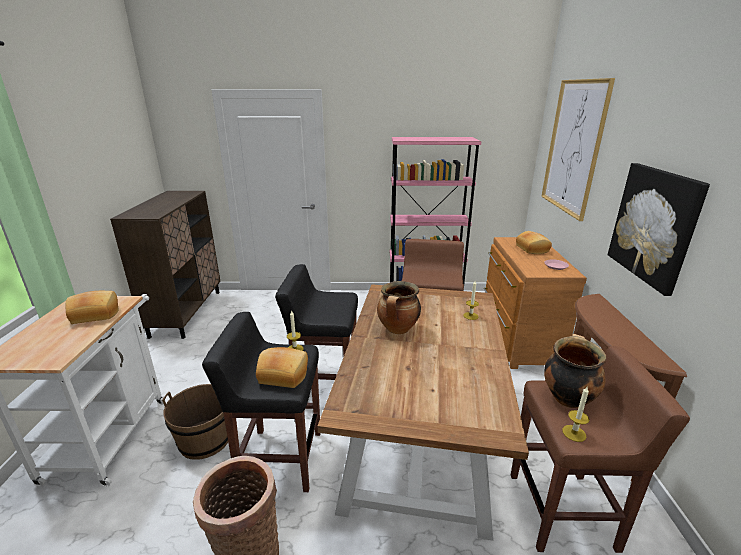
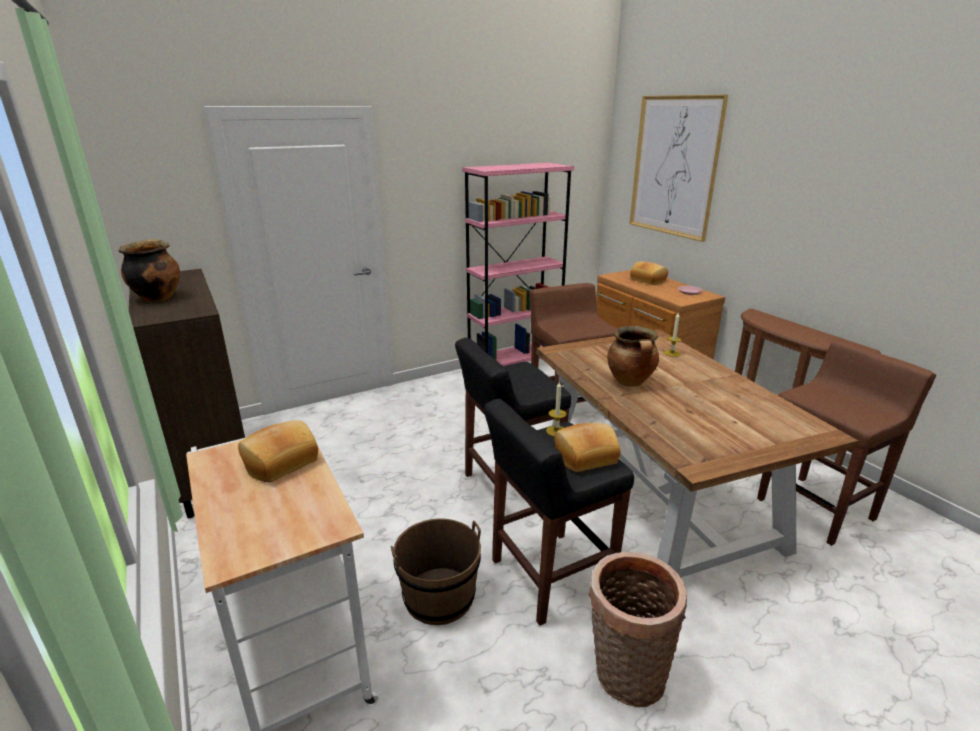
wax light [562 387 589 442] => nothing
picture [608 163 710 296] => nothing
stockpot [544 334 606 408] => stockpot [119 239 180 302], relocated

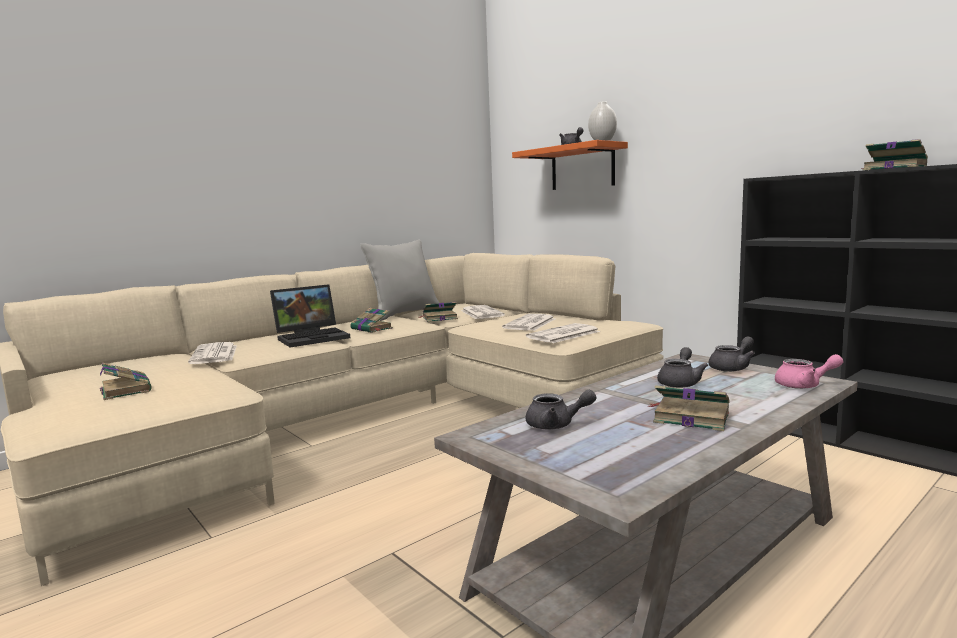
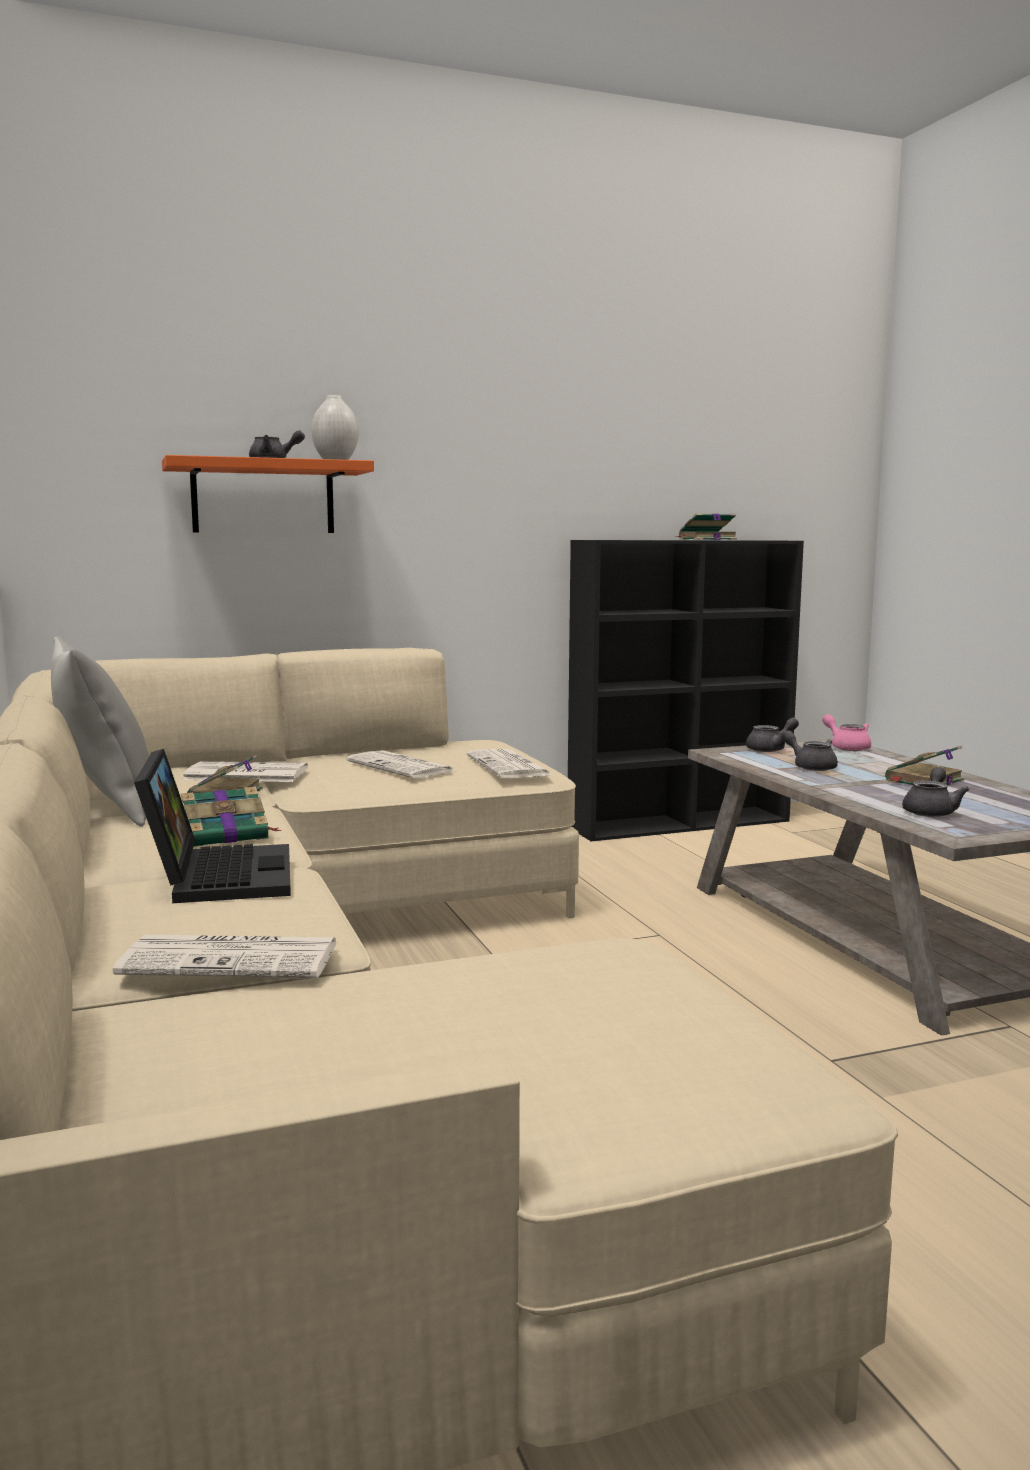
bound book [100 363 152 400] => nothing
greyish pot for tea [709 336 755 372] => greyish pot for tea [746 718 799 752], 75 degrees clockwise
pinkish pot for tea [775 354 843 389] => pinkish pot for tea [822 714 871 751], 60 degrees counterclockwise

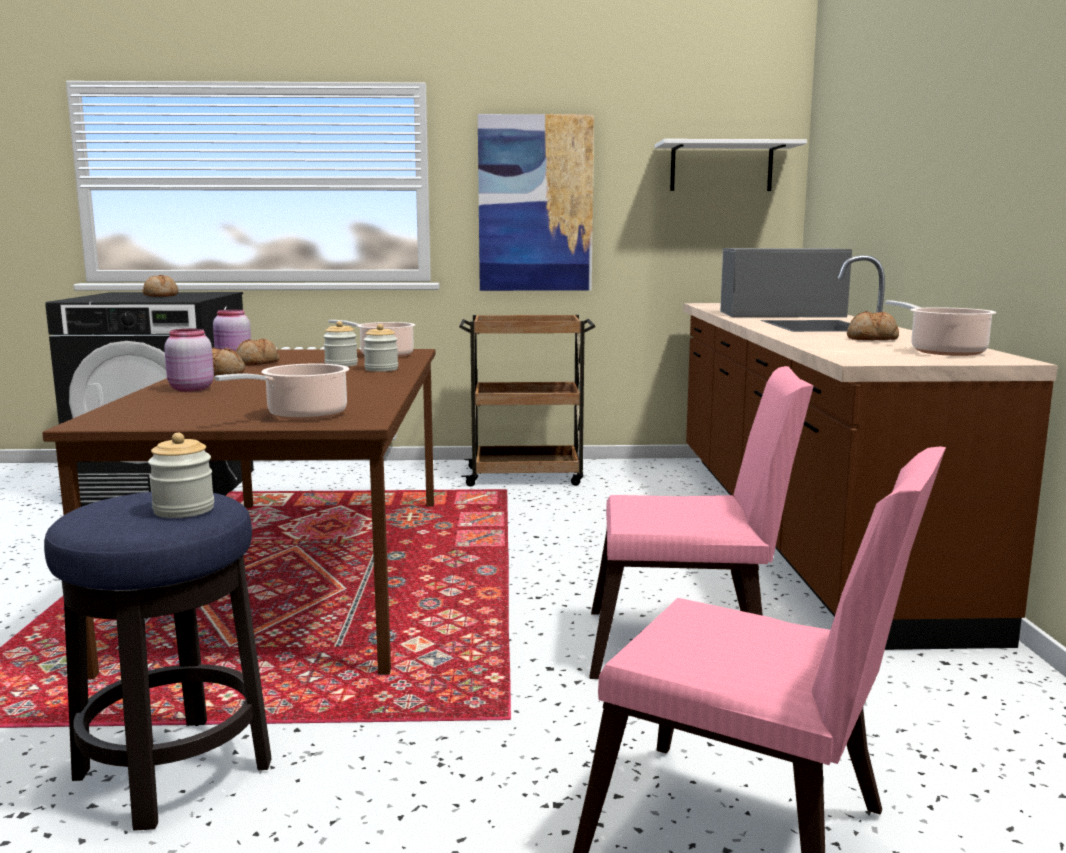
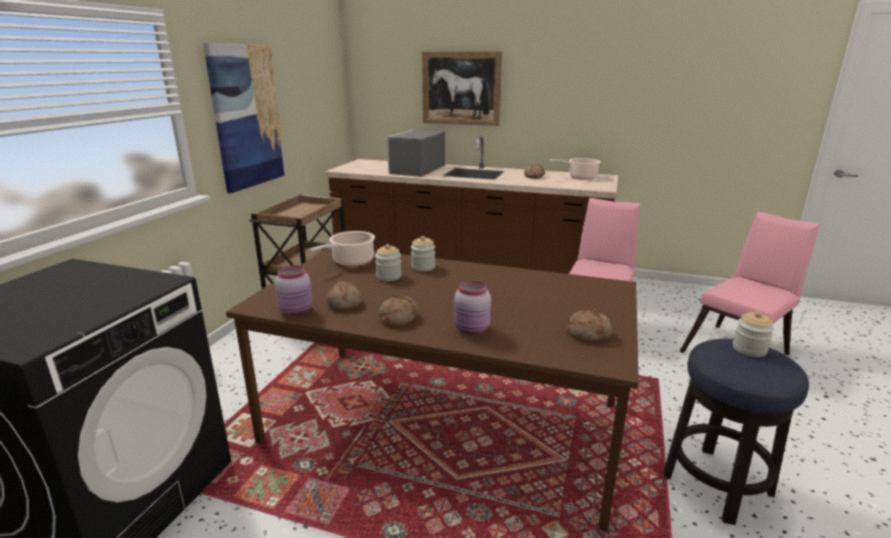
stockpot [214 363 349 420] => nothing
white wall shelf [655 139 807 191] => nothing
nothing => picture [422 51 502 126]
bakery bread [143 275 178 297] => bakery bread [567 309 612 342], relocated

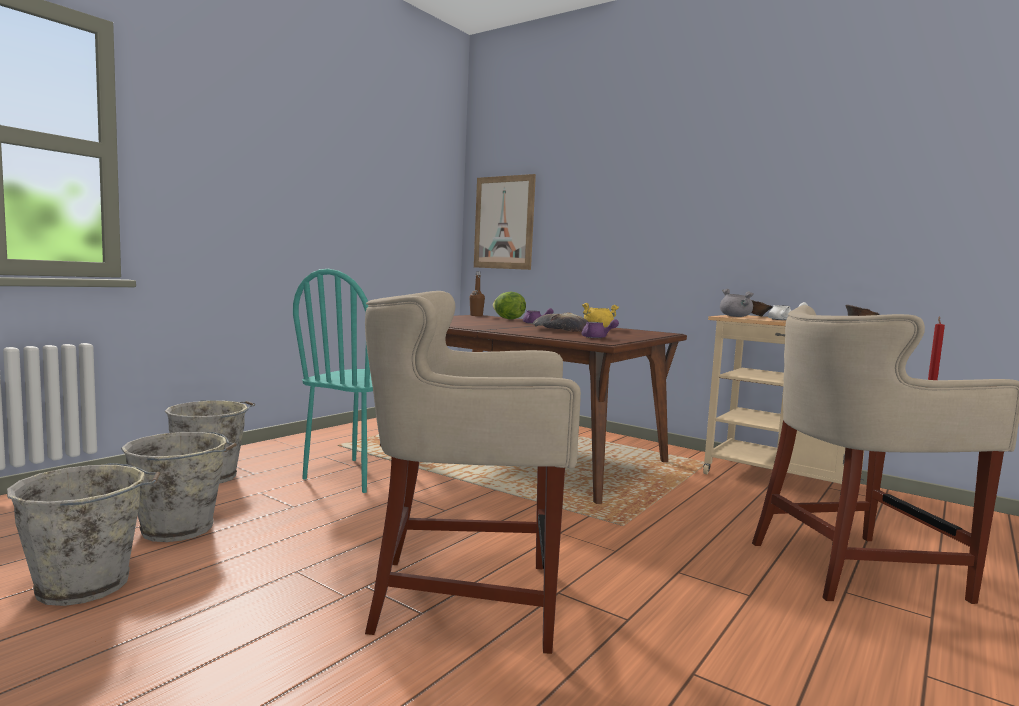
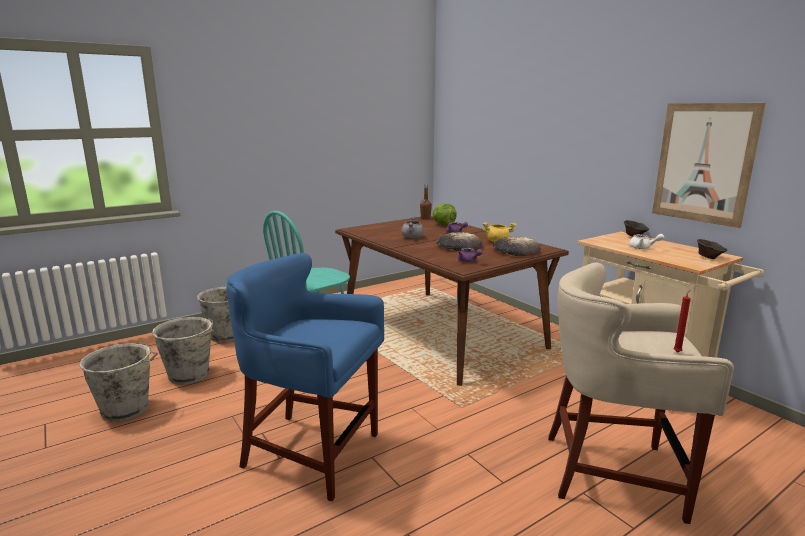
nothing => bakery bread [493 236 541 256]
picture [474 174 536 270] => picture [652 103 766 228], relocated
greyish stockpot [720 289 754 317] => greyish stockpot [401 216 424 238], relocated
beige-coloured stool [365 291 581 654] => blue-coloured stool [227 253 384 501]

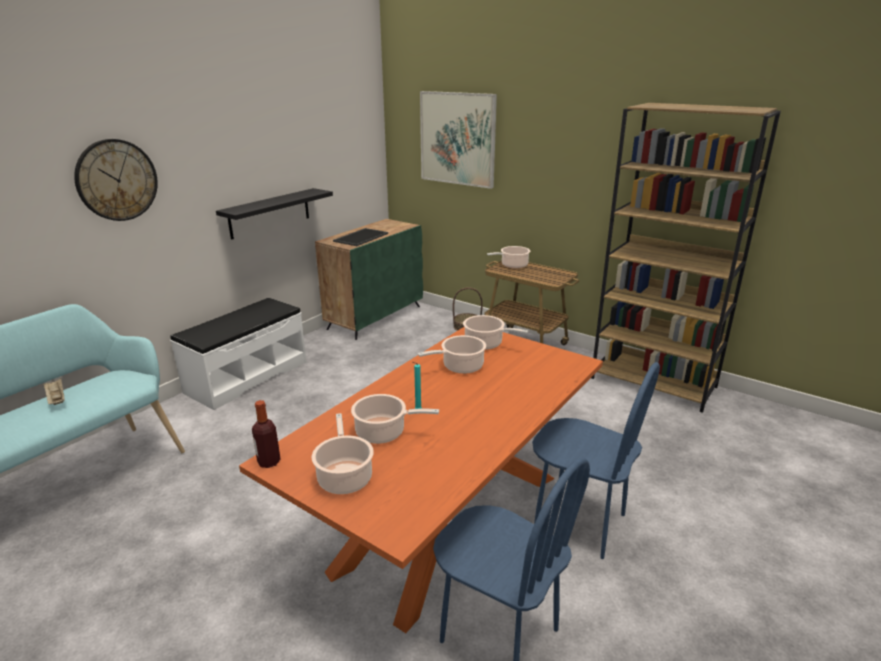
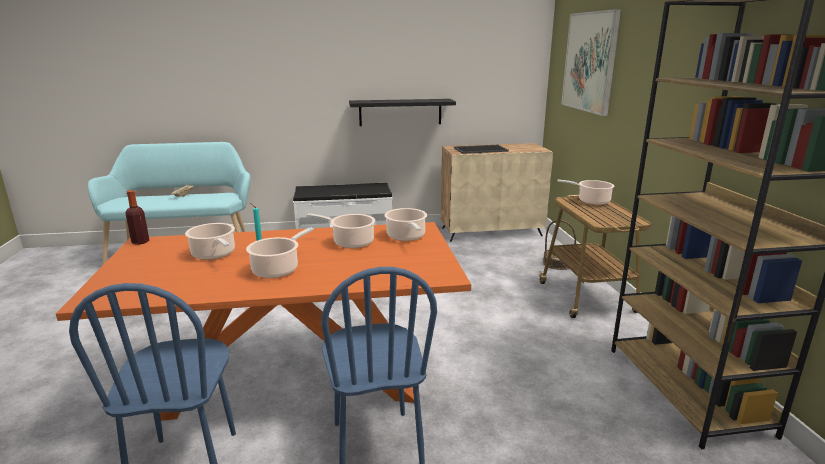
hanging clock [74 139 158 221] => nothing
stockpot [312 413 374 494] => stockpot [246 227 314 278], relocated
green-coloured cupboard [315 219 423 340] => beige-coloured cupboard [441 143 553 242]

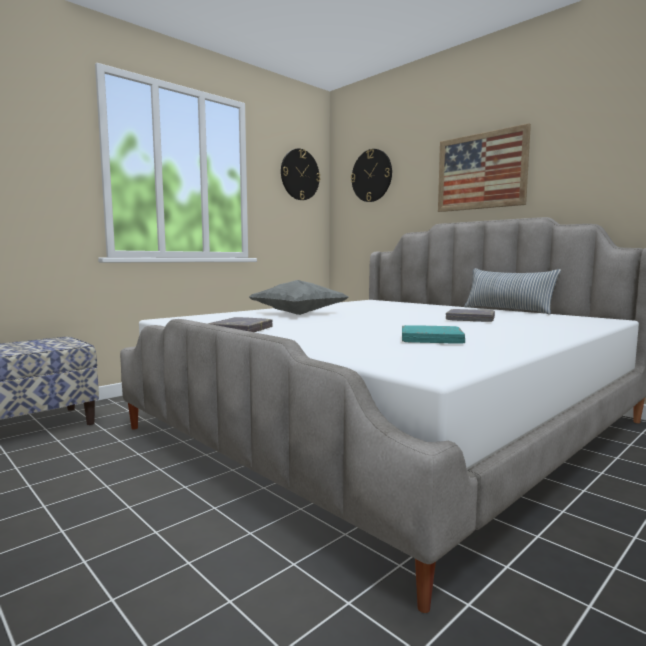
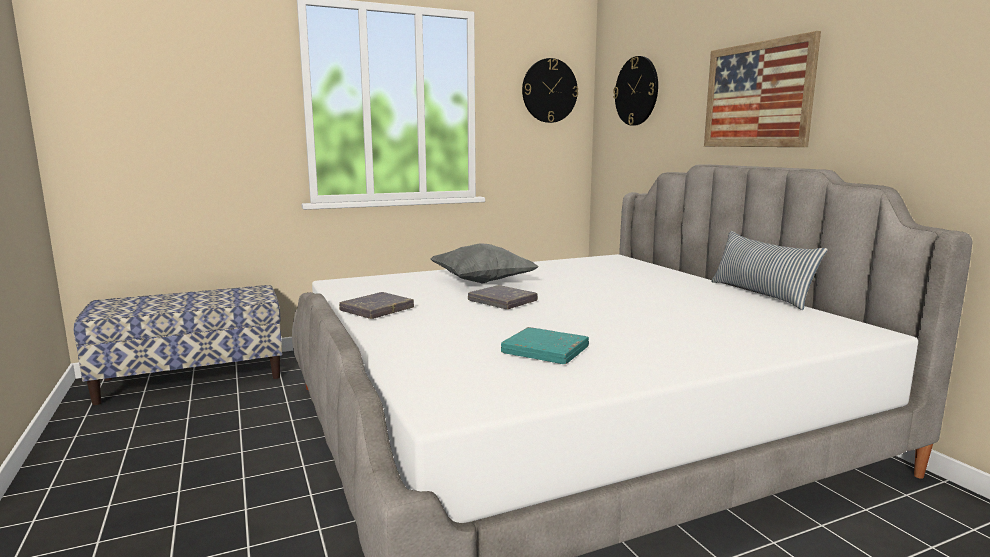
greyish bound book [446 309 495 322] => greyish bound book [468 285 538 309], relocated

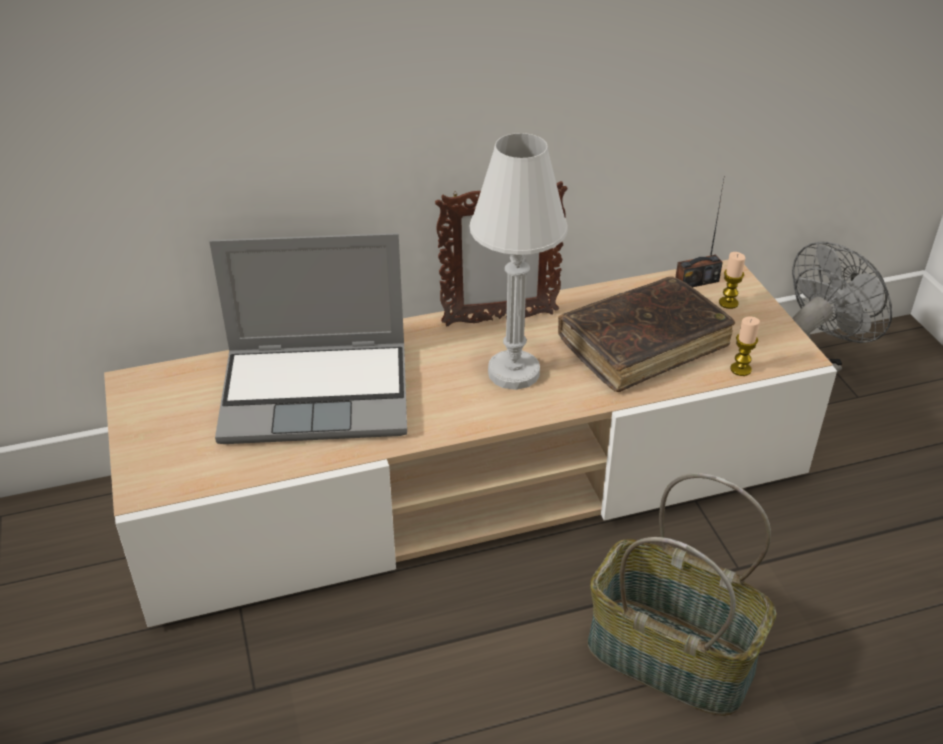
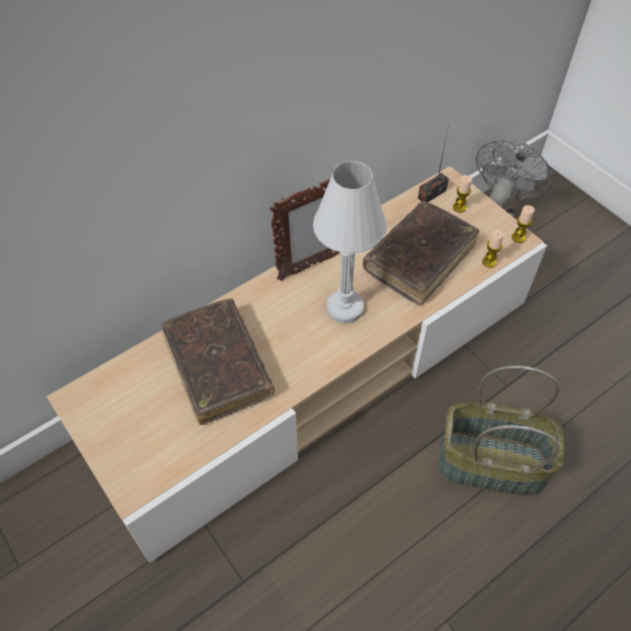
nothing => wax light [512 205 535 243]
laptop [209 233 407 444] => brown-coloured bound book [162 299 274 425]

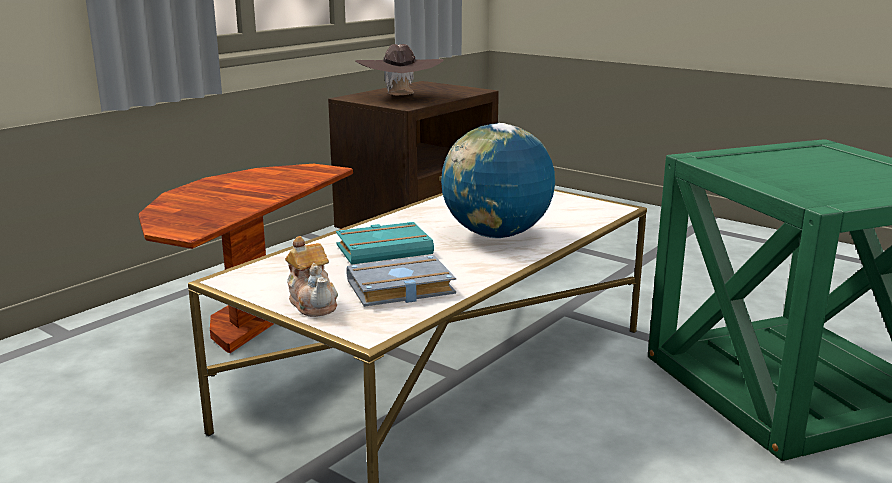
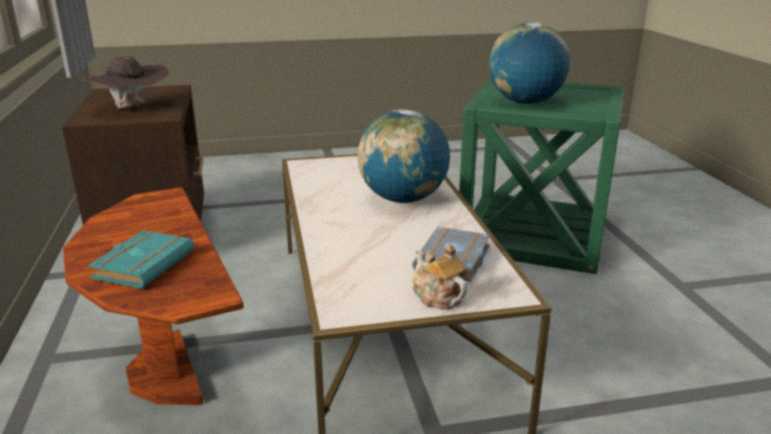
nothing => desk globe [489 22 570 104]
blue-green bound book [336 222 434 265] => blue-green bound book [88 230 195 289], relocated
pot for tea [285 236 338 317] => pot for tea [412 244 468 309], 135 degrees counterclockwise

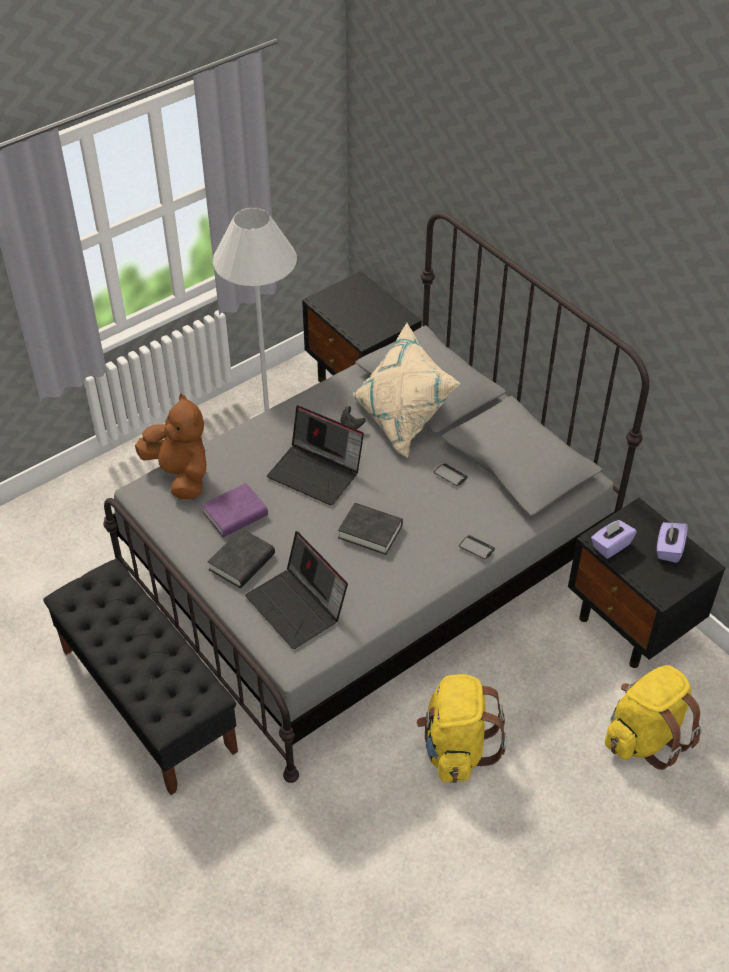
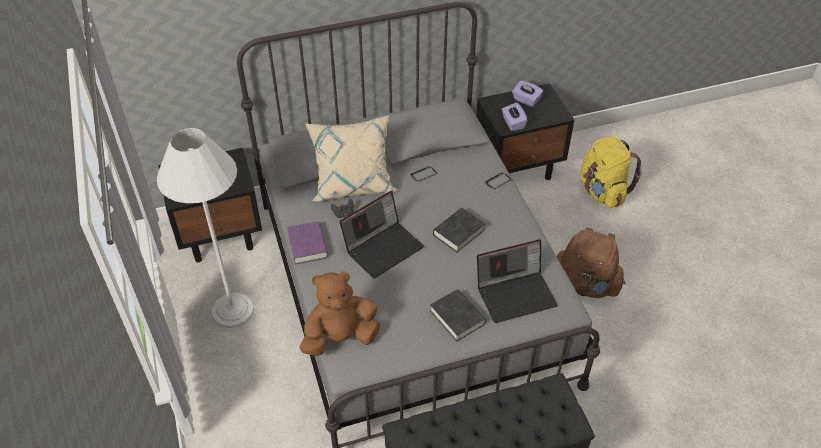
purple-coloured bound book [202 483 268 537] => purple-coloured bound book [287 221 328 265], relocated
yellow backpack [416 674 507 783] => brown-coloured backpack [557 228 626 298]

